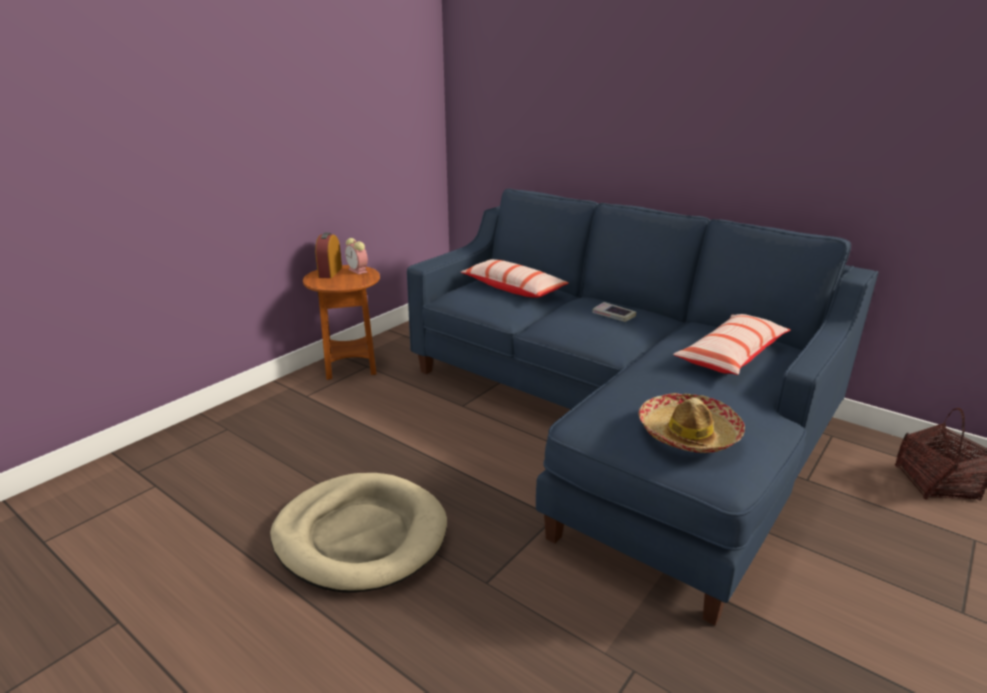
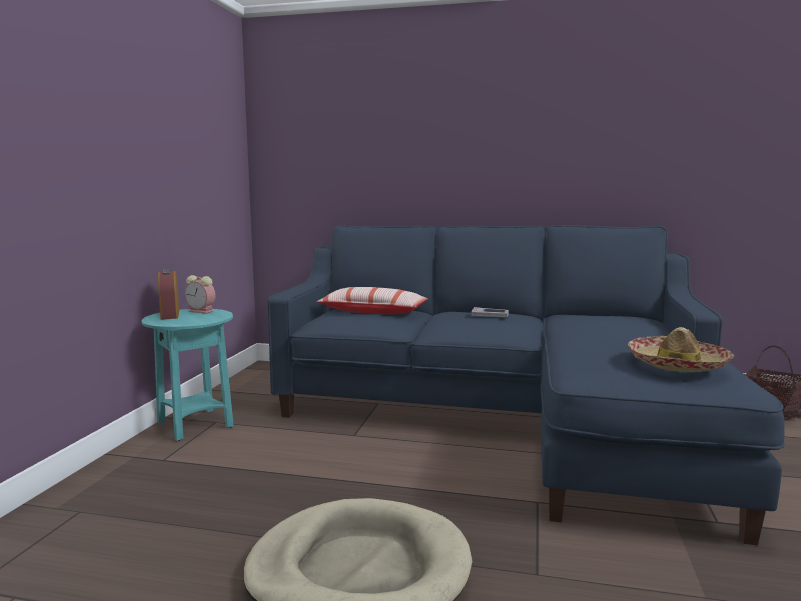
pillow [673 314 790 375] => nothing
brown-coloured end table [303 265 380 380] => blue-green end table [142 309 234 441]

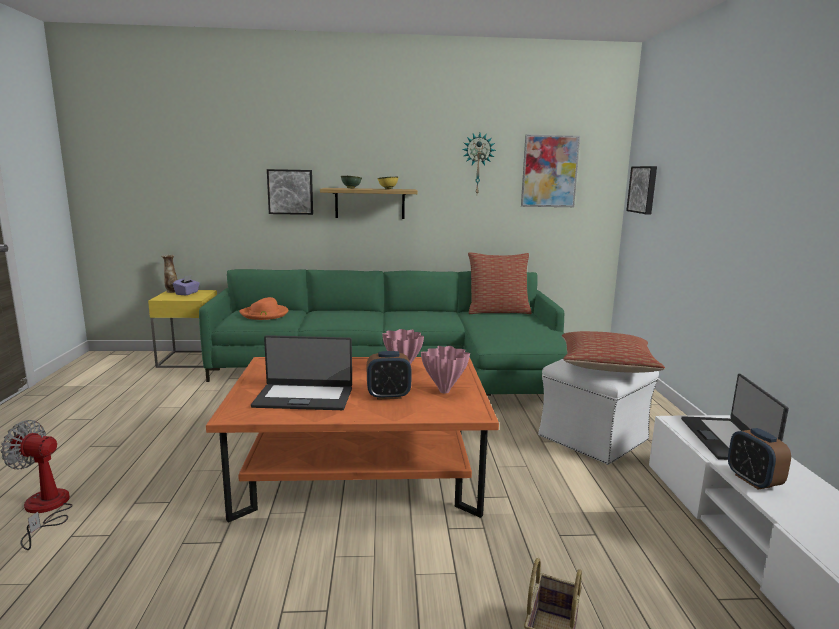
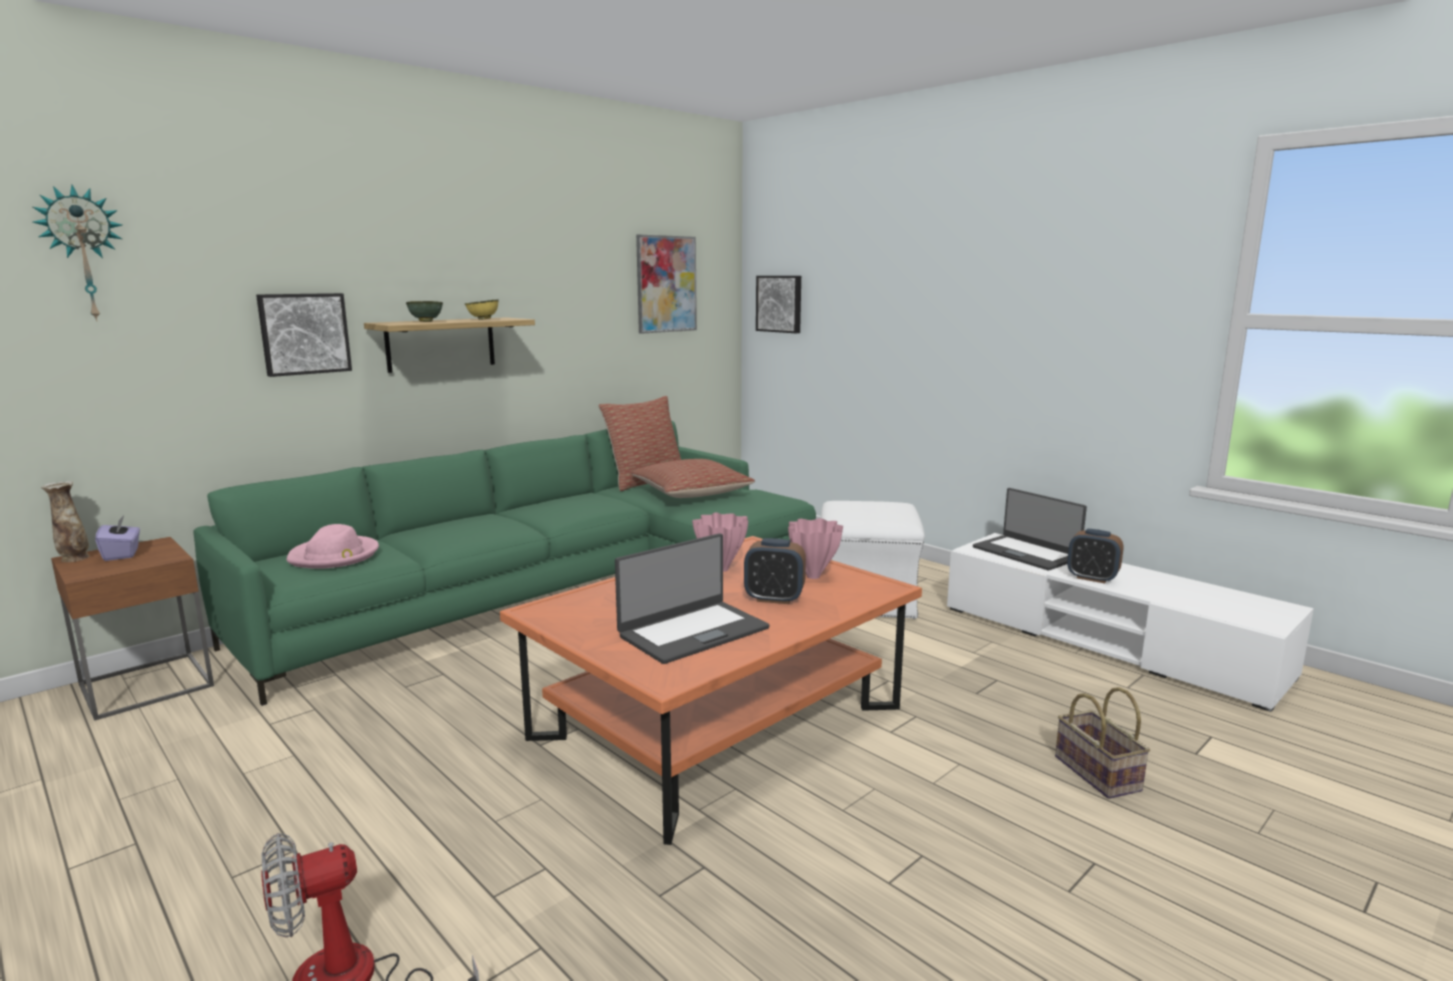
hanging clock [462 133 496 194] => hanging clock [33 185 122 322], relocated
pillow [562 331 665 373] => pillow [632 459 755 498], relocated
yellow end table [148 290 217 368] => brown-coloured end table [51 537 214 721]
orange clothing hat [239 297 288 320] => pinkish clothing hat [287 524 379 569]
bedside clock [367 351 412 400] => bedside clock [744 538 806 604], 60 degrees clockwise

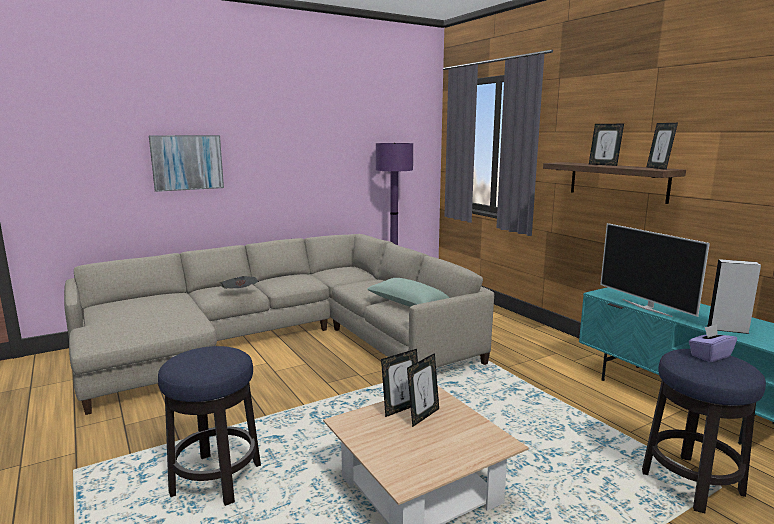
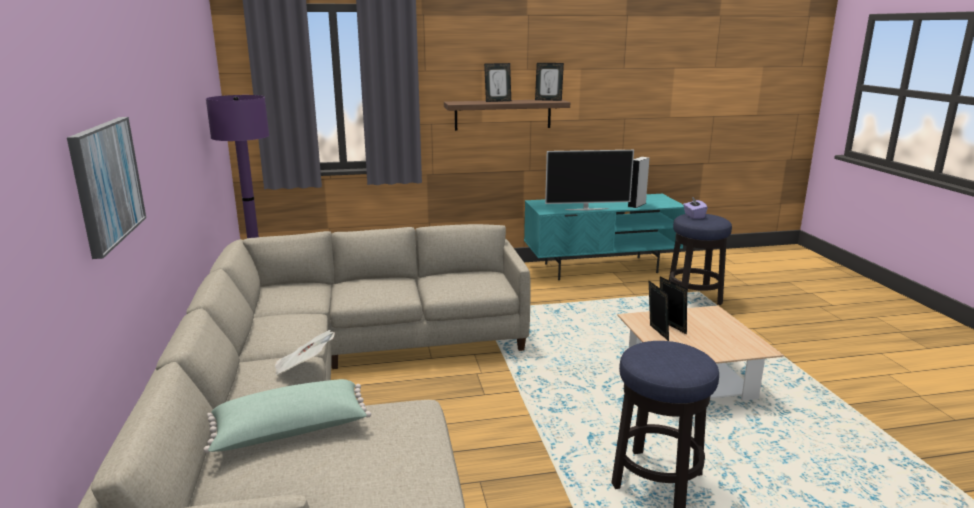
green-coloured pillow [367 278 449 307] => green-coloured pillow [204 379 371 453], relocated

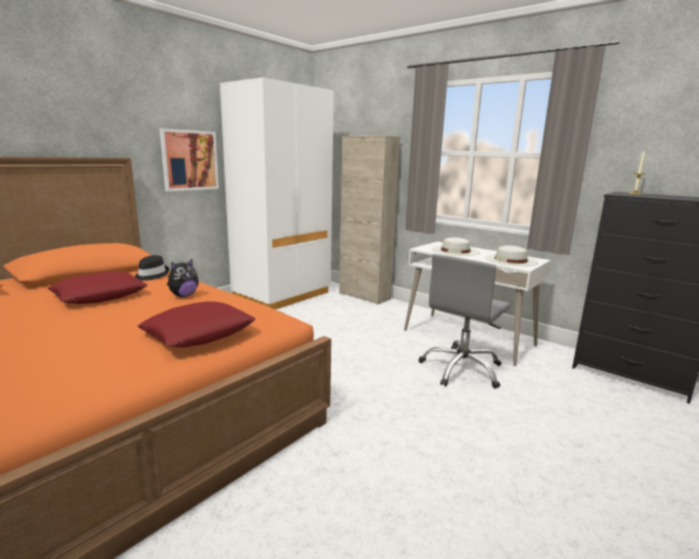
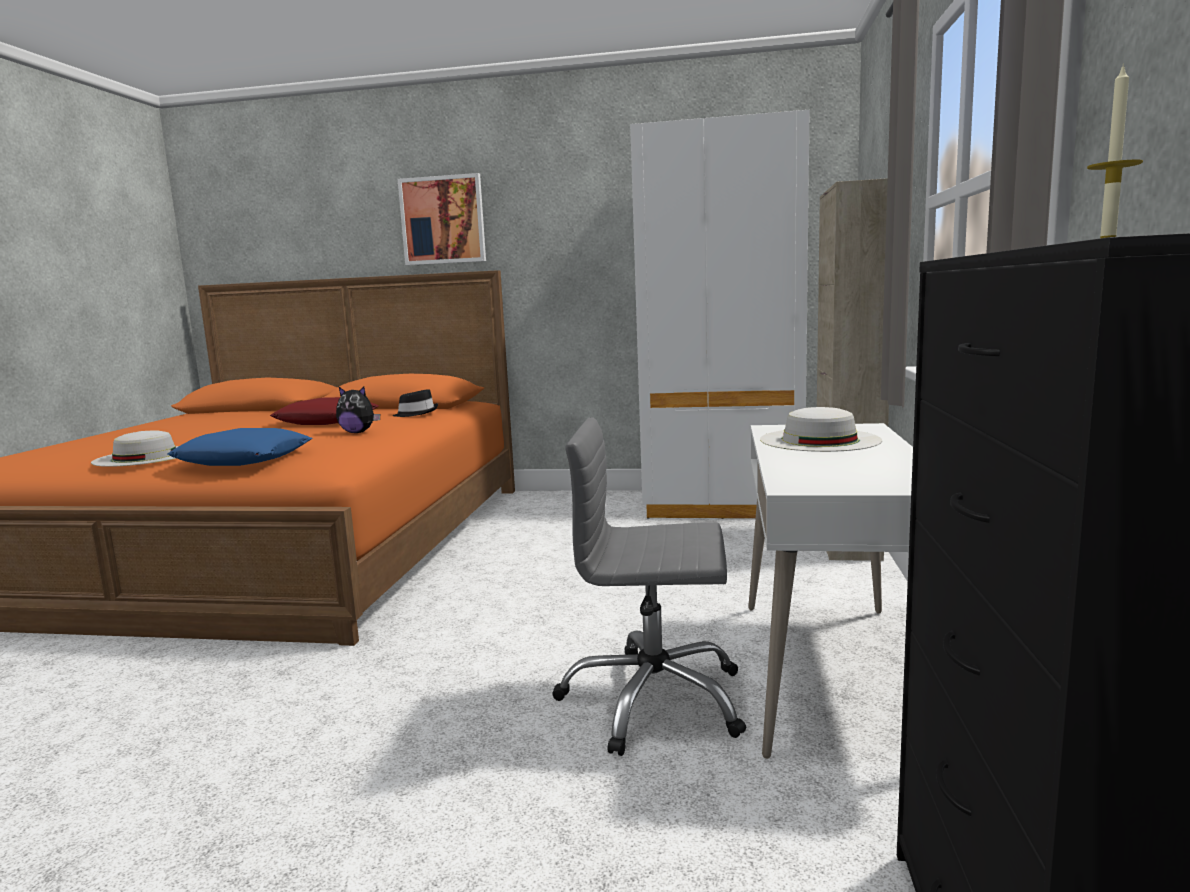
picture [160 129 219 191] => picture [398 173 486 265], relocated
white clothing hat [485 246 538 266] => white clothing hat [91 430 179 467], relocated
red pillow [137 301 255 347] => blue-coloured pillow [167 428 312 466]

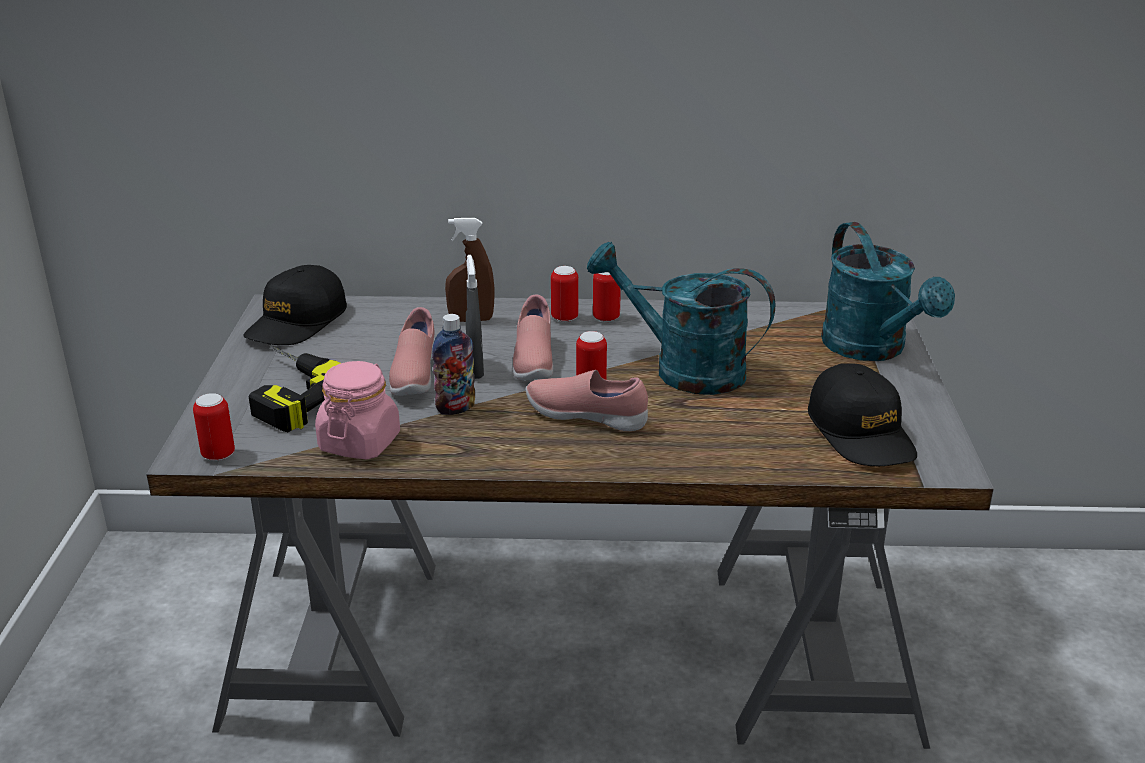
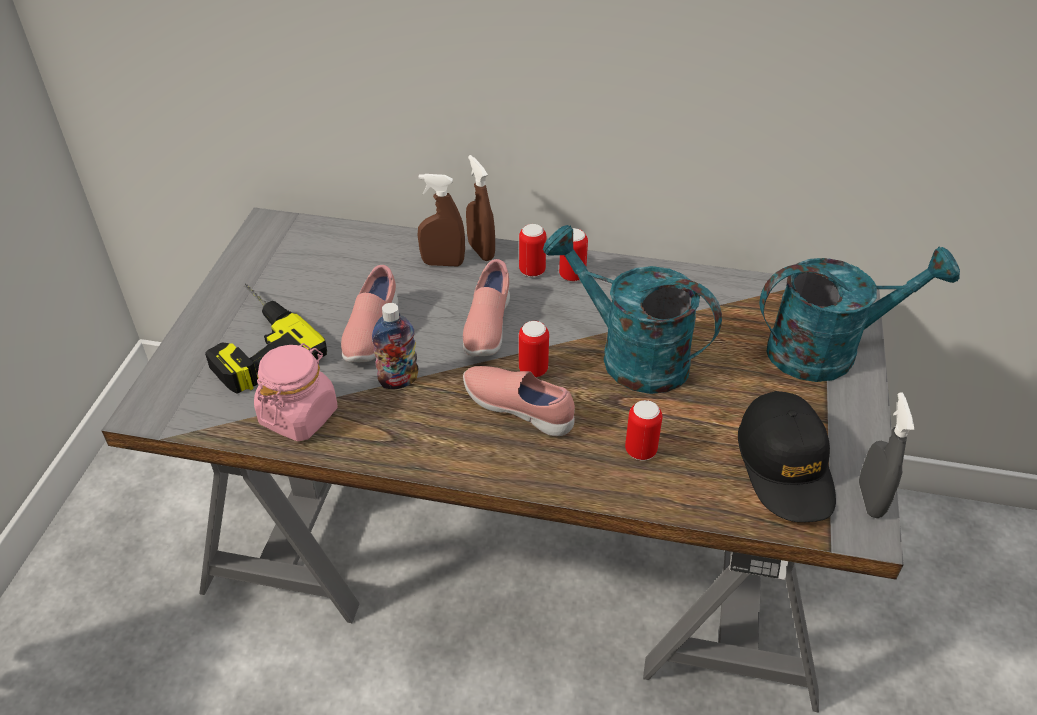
black baseball cap [243 265 347 345] => nothing
nothing => brown-coloured sprayer [466 155 495 261]
sealed can [193 393 235 461] => sealed can [625 400 662 461], relocated
greyish sprayer [466 255 484 379] => greyish sprayer [859 392 914 518], relocated
blue-green watering can [821 222 955 361] => blue-green watering can [759 246 960 382], 90 degrees counterclockwise

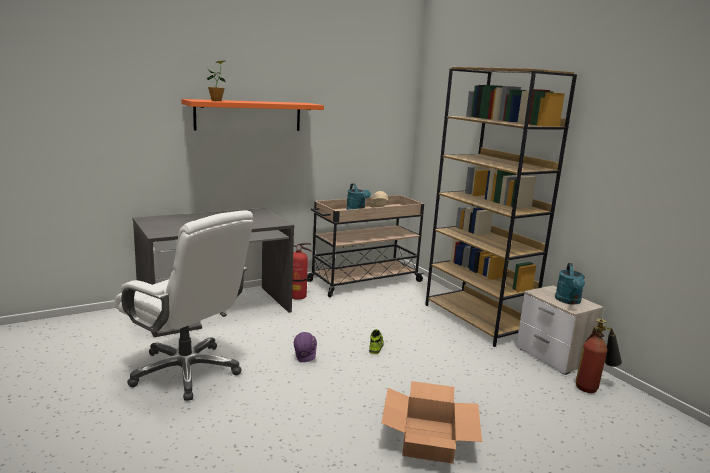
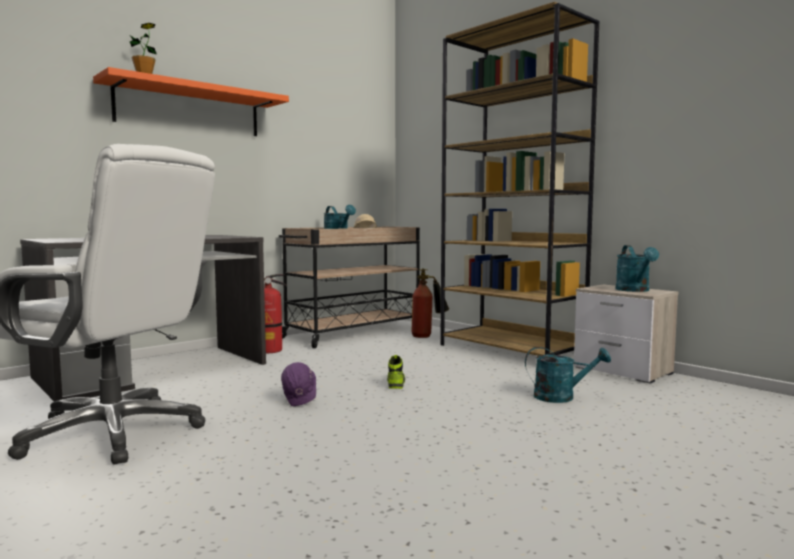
packing box [381 381 482 464] => nothing
nothing => blue-green watering can [525 347 611 403]
fire extinguisher [576 319 622 393] => fire extinguisher [411 268 449 338], relocated

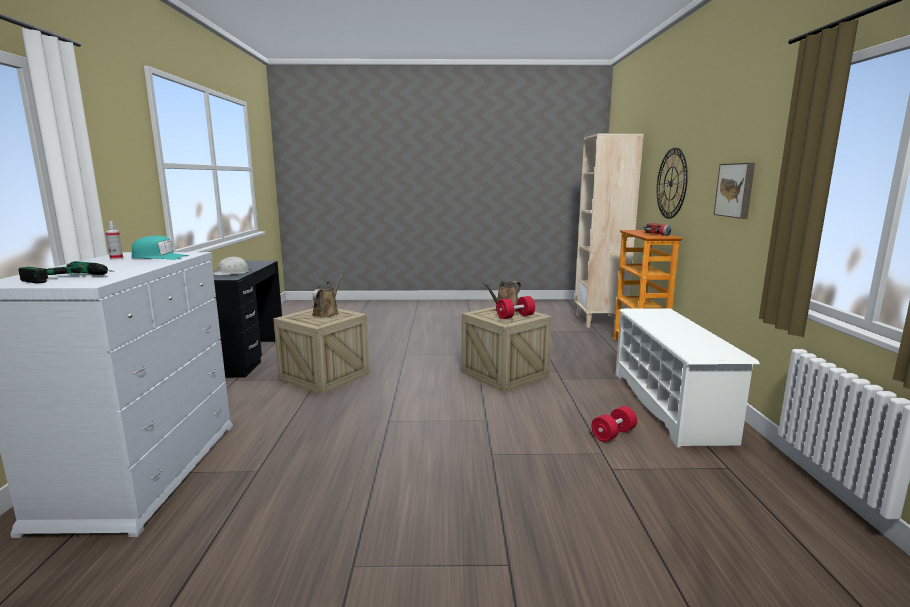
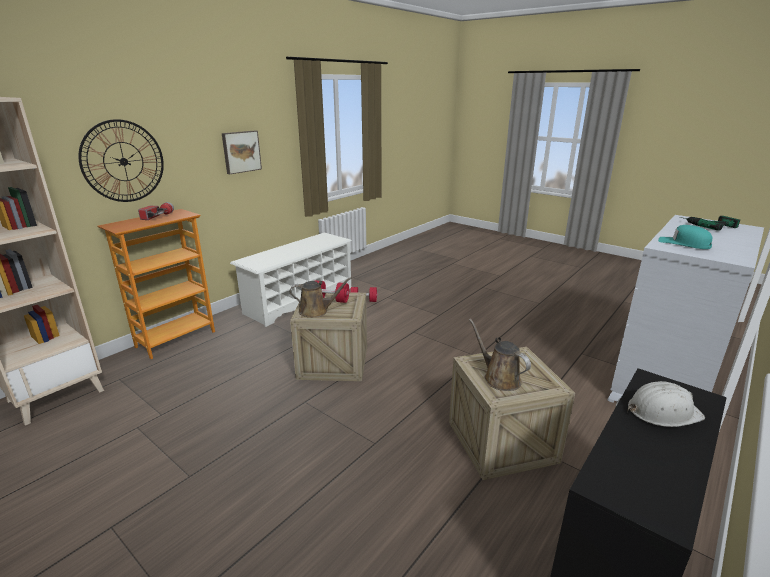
sprayer [106 221 123 260] => nothing
brown-coloured watering can [312 274 342 317] => brown-coloured watering can [469 319 531 391], 90 degrees clockwise

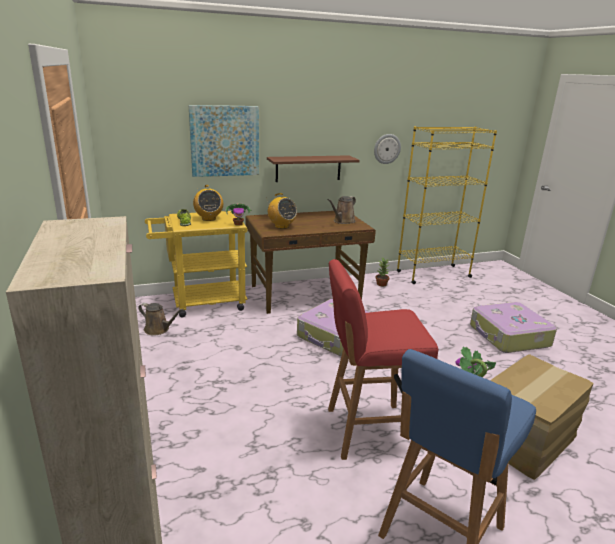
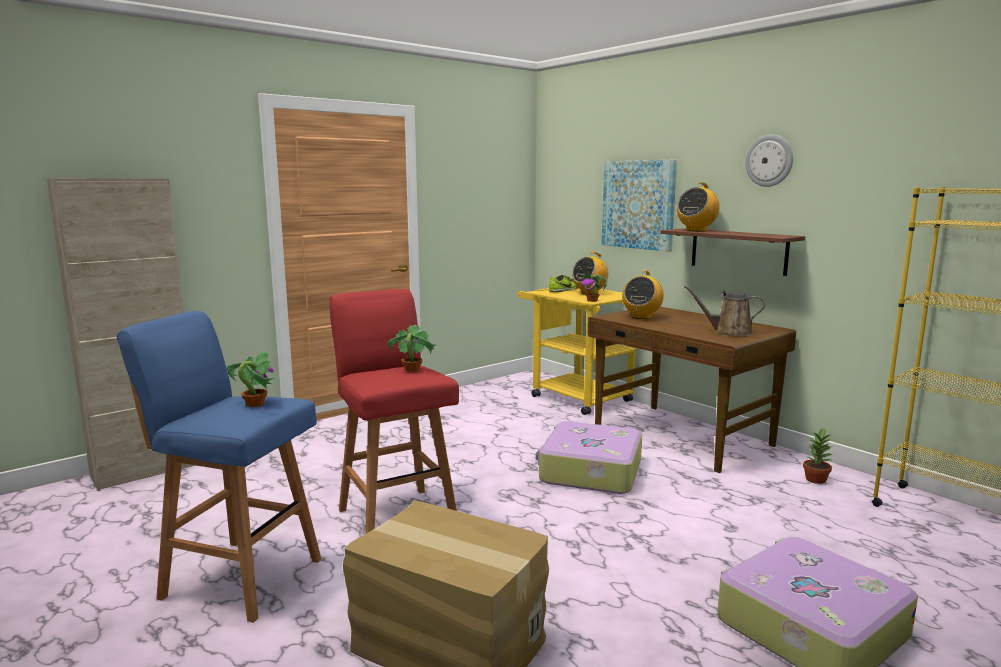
brown-coloured watering can [138 303 184 335] => nothing
nothing => potted plant [387 325 437 372]
nothing => radio set [677 182 720 231]
hanging clock [374 134 401 164] => hanging clock [745 135 793 187], relocated

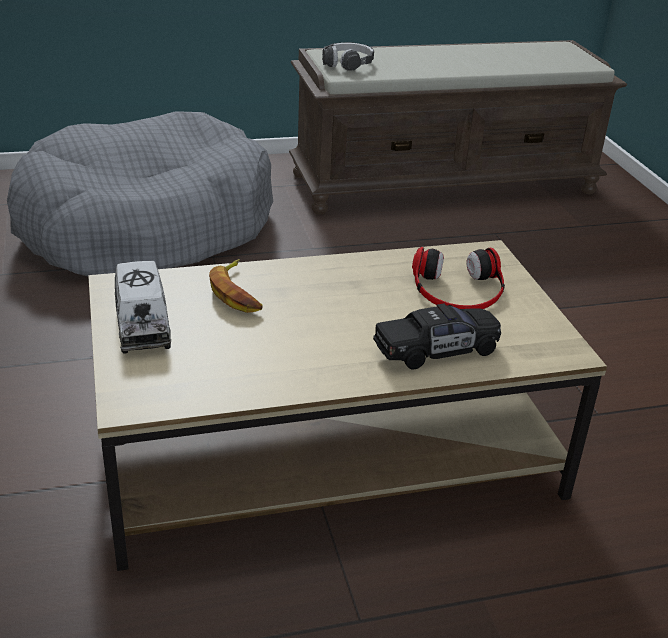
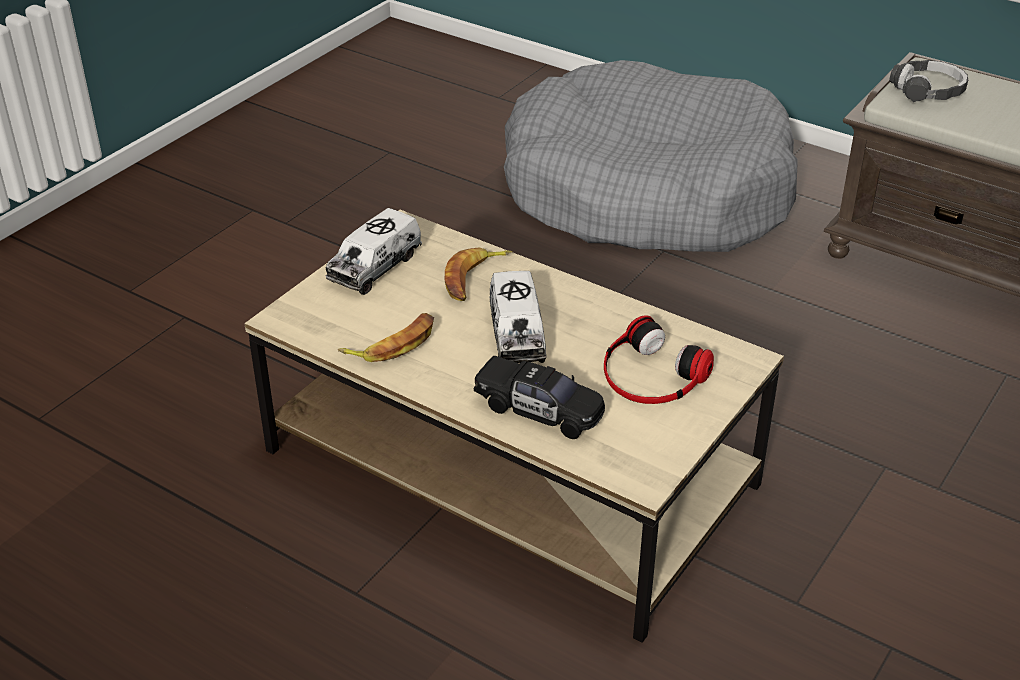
nothing => banana fruit [338 313 434 362]
nothing => toy lorry [489 271 547 363]

